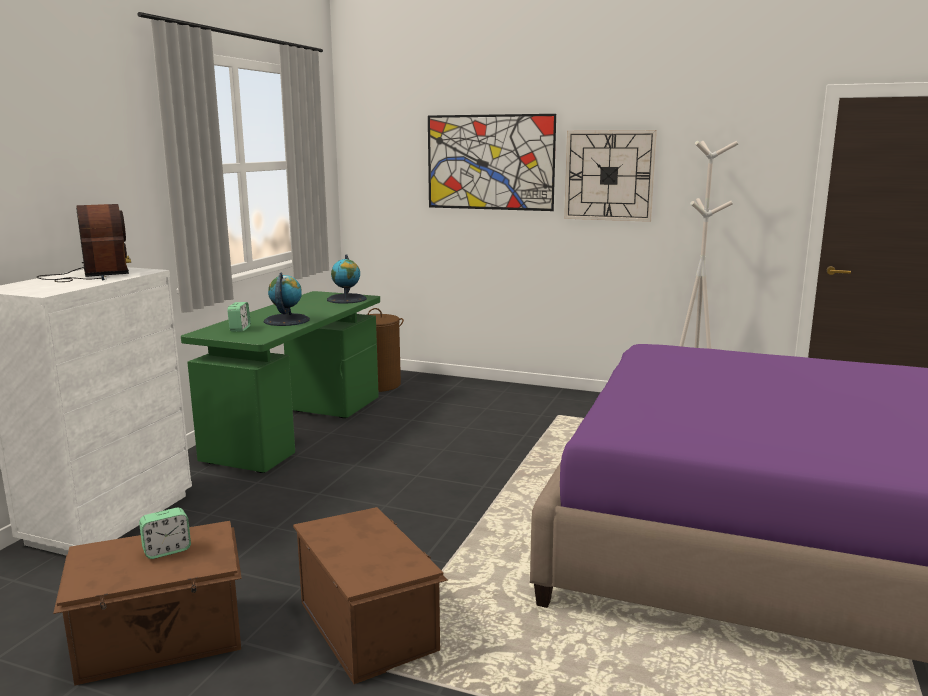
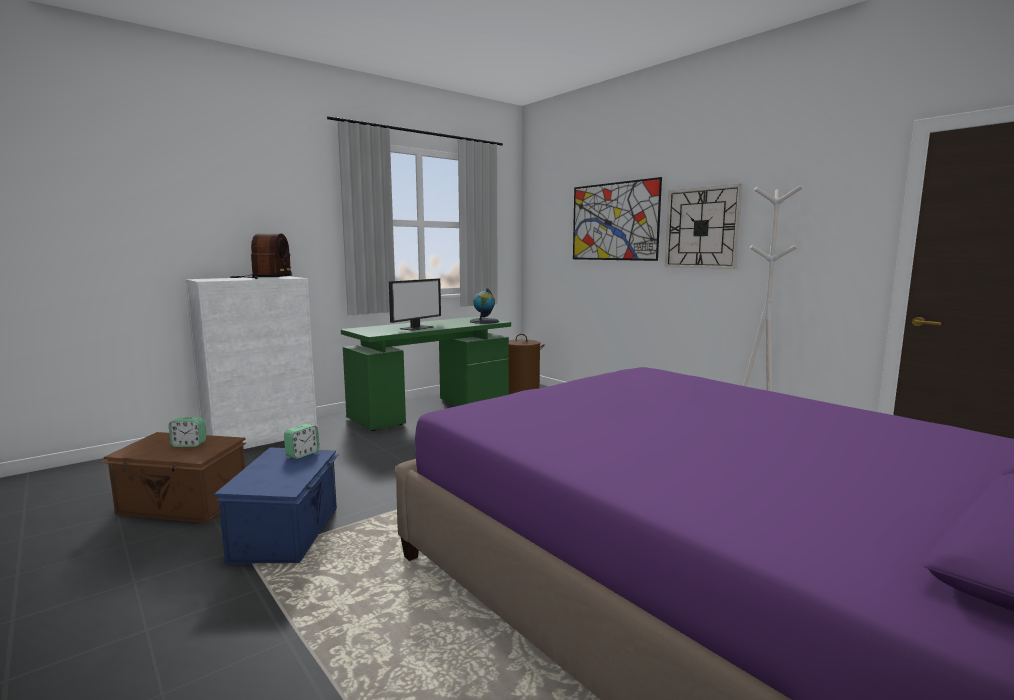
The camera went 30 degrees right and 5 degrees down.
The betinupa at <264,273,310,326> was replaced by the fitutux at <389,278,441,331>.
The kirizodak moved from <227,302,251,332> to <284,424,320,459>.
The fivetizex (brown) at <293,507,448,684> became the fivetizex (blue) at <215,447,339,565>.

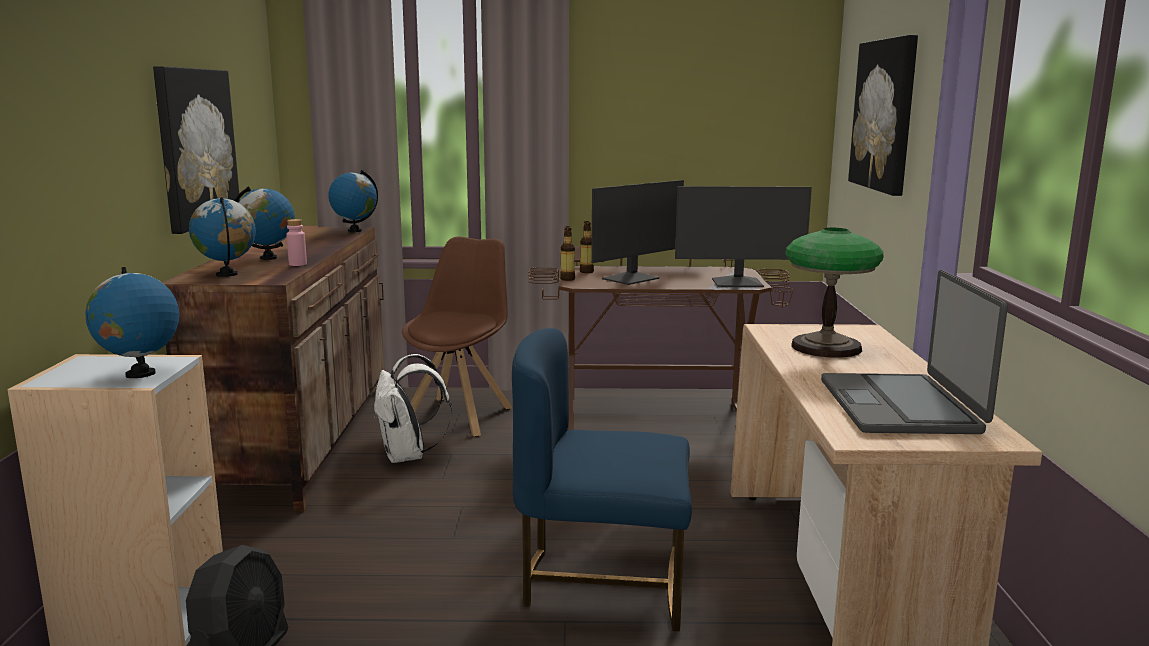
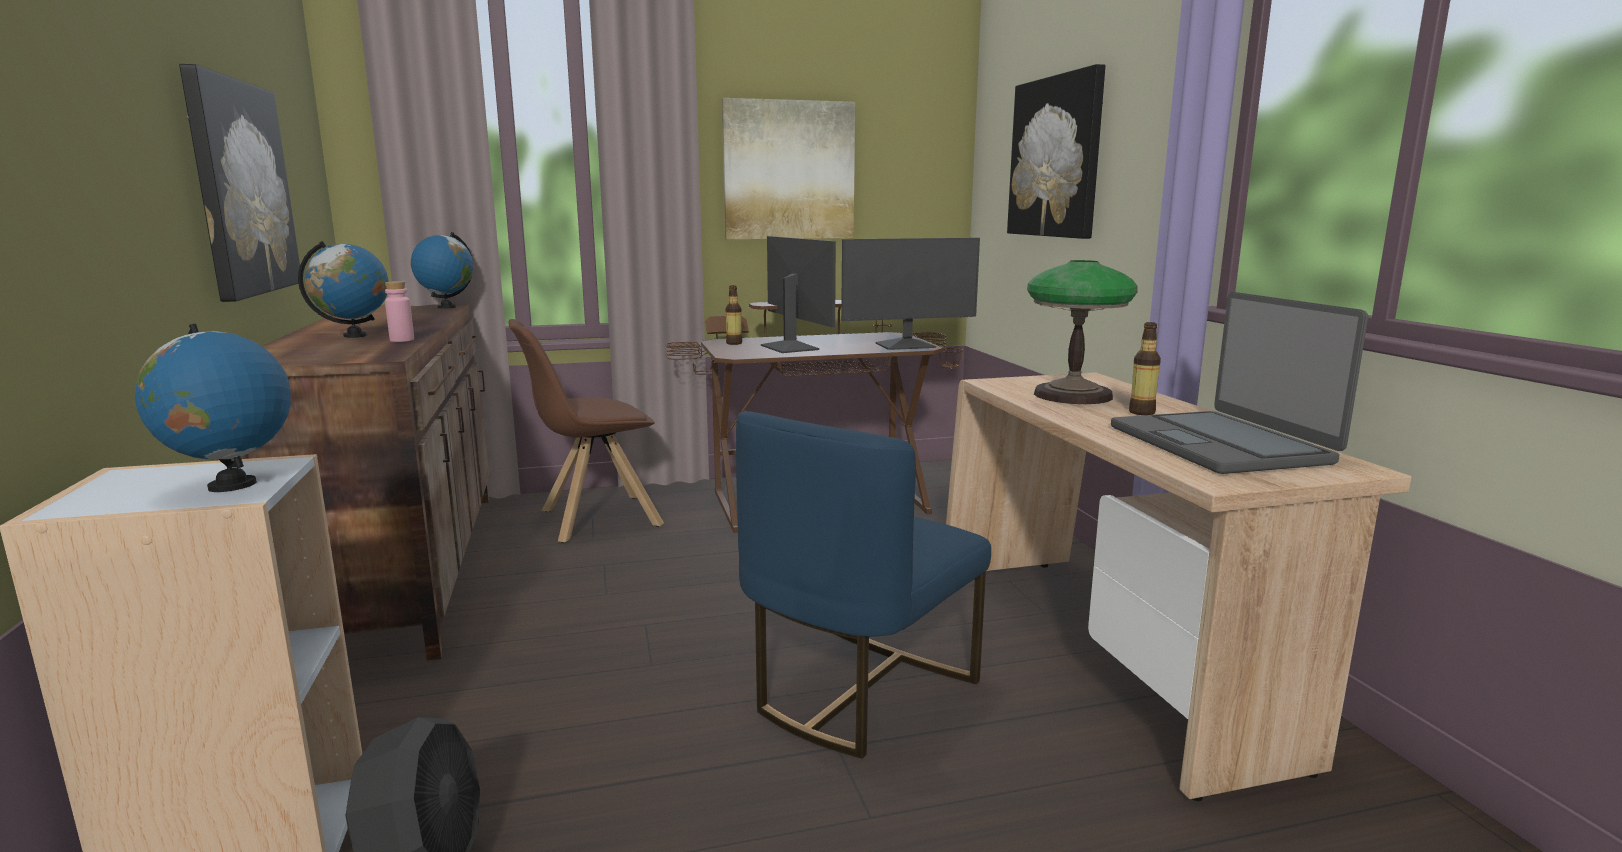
The camera went 15 degrees left and 0 degrees up.
The fitutux at <591,180,684,285> turned 60 degrees counterclockwise.
The betinupa at <189,197,256,277> disappeared.
The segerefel moved from <560,226,575,281> to <1129,322,1161,415>.
The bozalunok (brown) at <402,237,512,437> turned 120 degrees counterclockwise.
The bozalunok (blue) at <512,328,692,631> turned 45 degrees counterclockwise.
The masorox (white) at <374,354,452,463> disappeared.
The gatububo at <722,98,855,239> appeared.

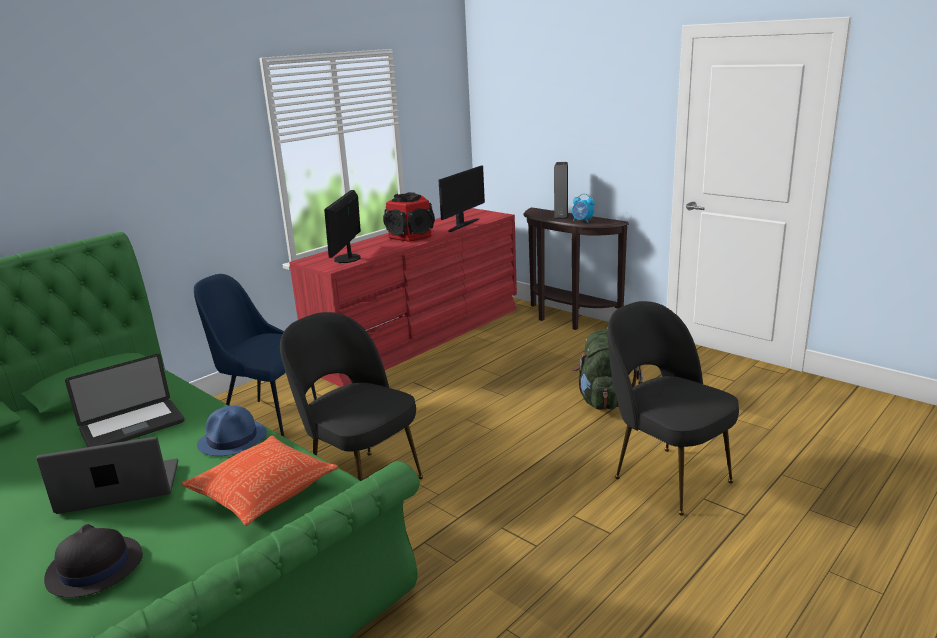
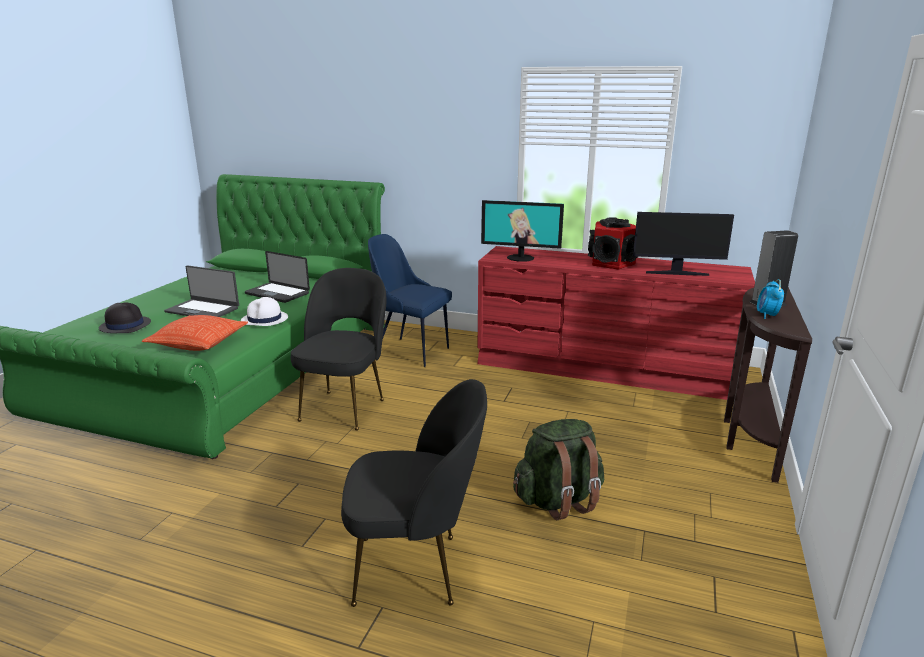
The camera went 65 degrees right and 0 degrees up.
The fitutux at <324,190,361,263> turned 150 degrees counterclockwise.
The bozalunok (blue) at <194,274,317,437> turned 60 degrees counterclockwise.
The bozalunok (black) at <607,301,739,516> turned 60 degrees clockwise.
The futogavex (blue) at <197,406,267,456> became the futogavex (white) at <241,297,288,326>.
The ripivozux at <36,437,178,514> turned 150 degrees clockwise.

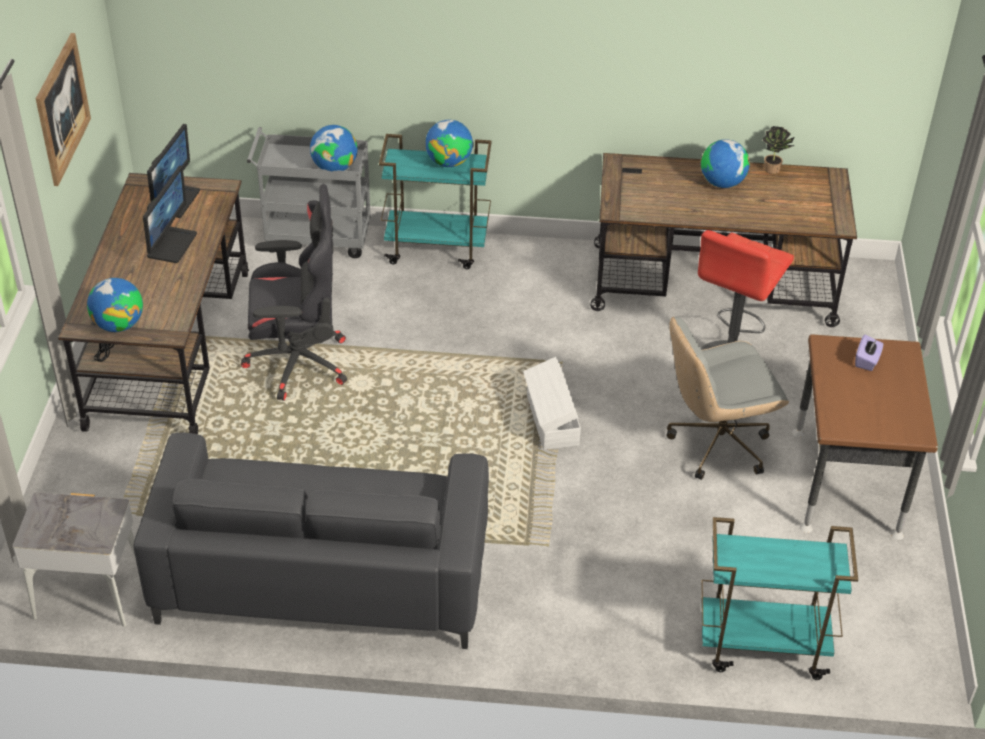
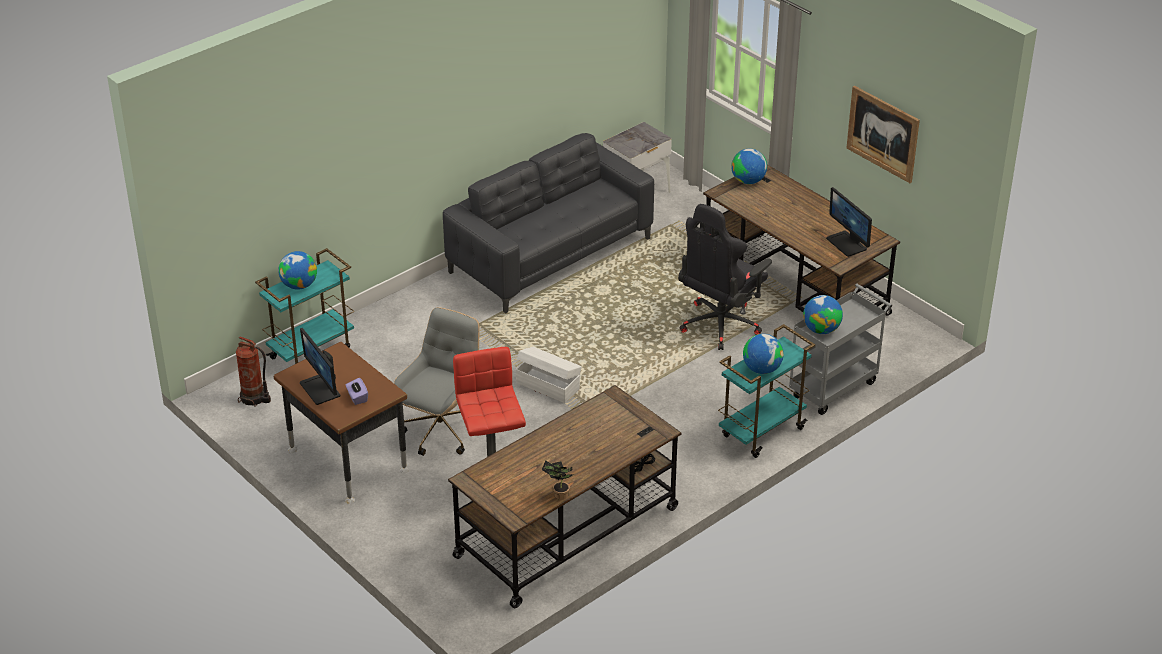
The camera went 135 degrees right and 5 degrees down.
The betinupa moved from <701,139,750,188> to <278,251,317,290>.
The fitutux moved from <143,165,197,263> to <300,328,340,405>.
The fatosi at <235,337,271,407> appeared.

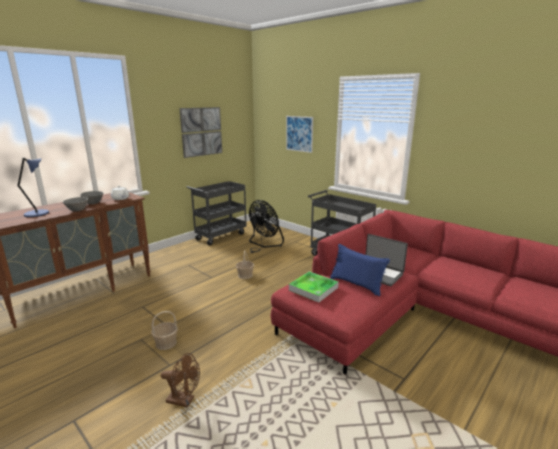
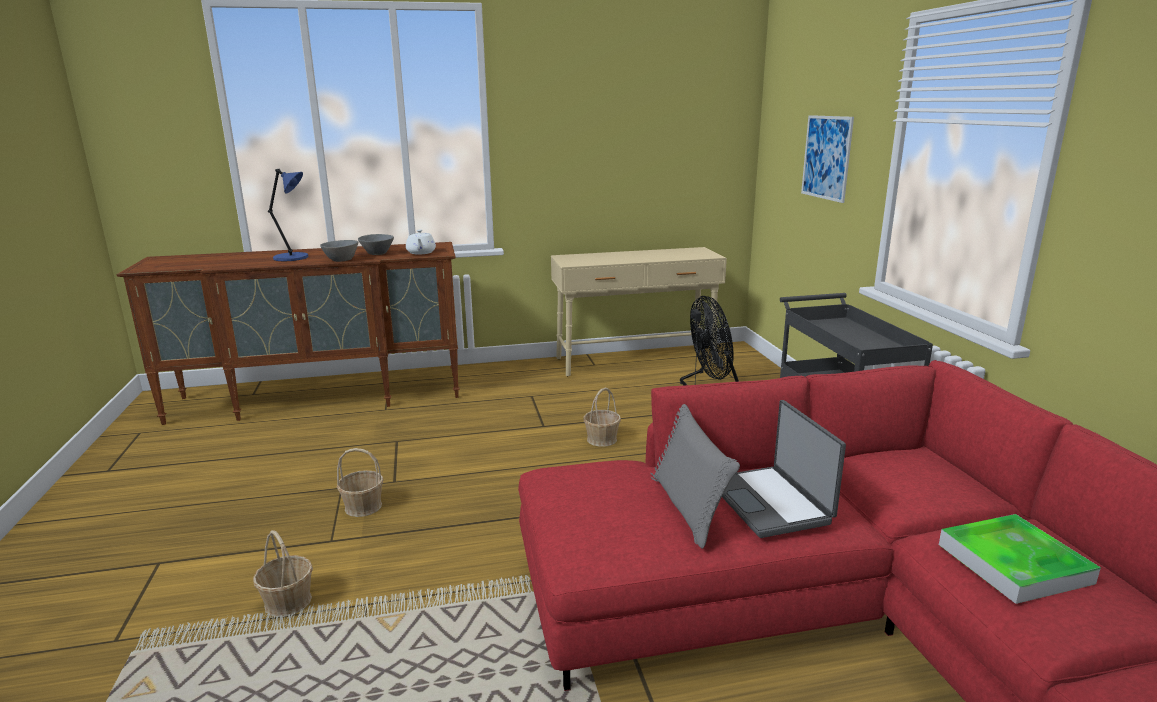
The camera went 35 degrees right and 0 degrees up.
The gatububo at <179,107,222,158> disappeared.
The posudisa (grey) at <186,181,247,245> was replaced by the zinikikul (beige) at <551,247,727,376>.
The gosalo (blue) at <330,244,390,296> became the gosalo (grey) at <650,404,740,549>.
The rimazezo moved from <289,271,339,302> to <939,514,1101,604>.
The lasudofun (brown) at <161,353,200,408> was replaced by the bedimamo at <253,530,313,617>.

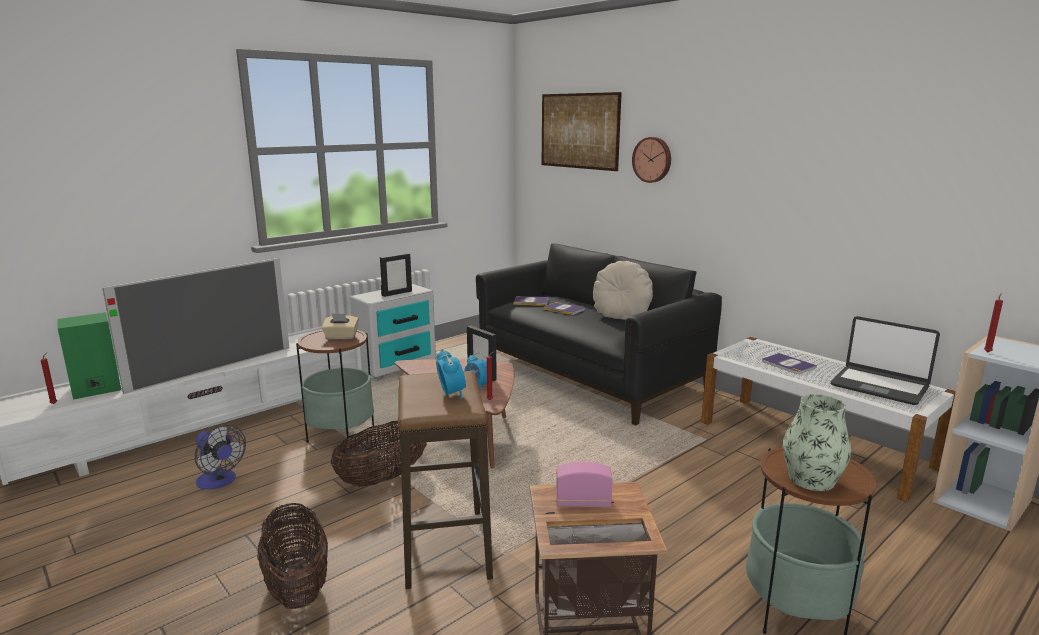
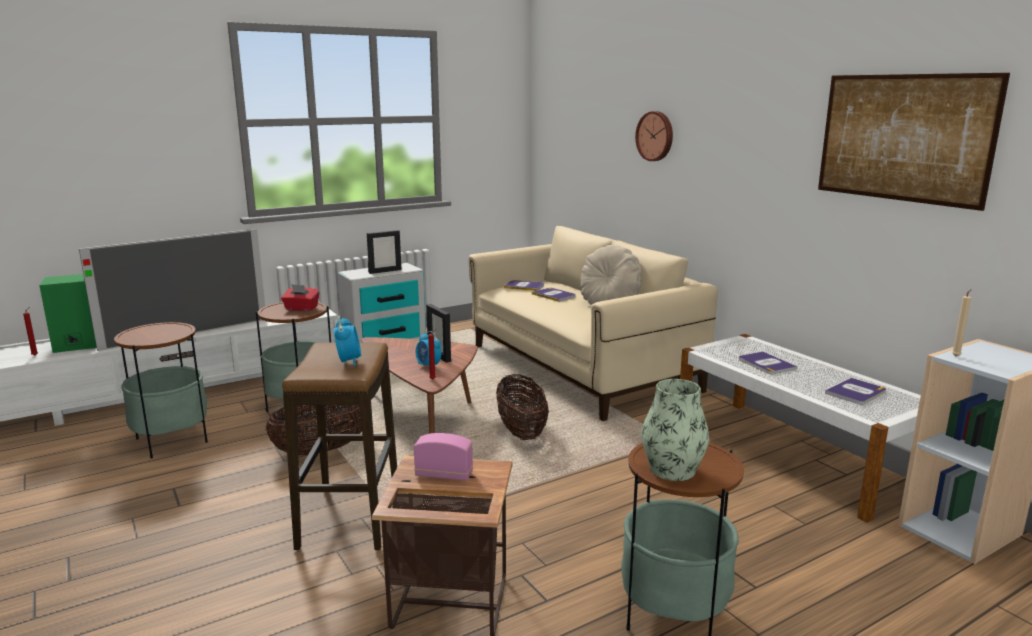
The camera went 10 degrees right and 0 degrees up.
The gatububo moved from <542,92,622,171> to <818,73,1010,211>.
The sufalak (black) at <476,243,722,426> became the sufalak (beige) at <468,226,718,421>.
The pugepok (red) at <984,293,1003,353> became the pugepok (beige) at <952,289,972,357>.
The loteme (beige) at <322,313,359,339> became the loteme (red) at <281,284,320,311>.
The ripivozux at <830,316,940,405> was replaced by the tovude at <825,378,886,405>.
The lasudofun at <195,425,246,490> was replaced by the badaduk at <114,321,208,458>.
The bedimamo moved from <257,503,328,609> to <496,374,549,440>.

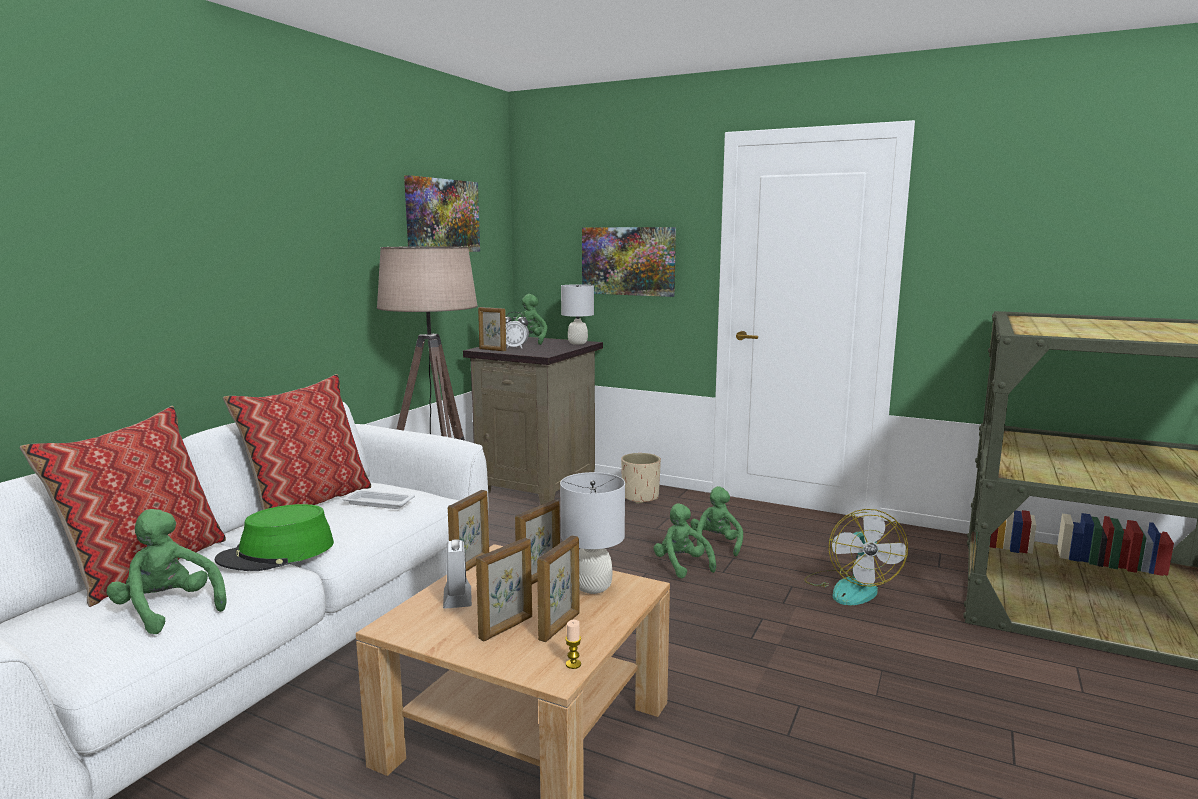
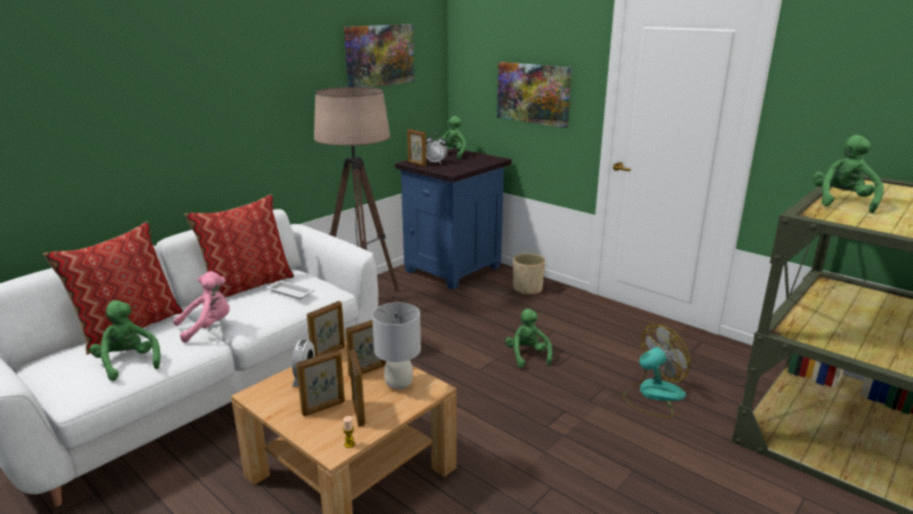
The camera went 15 degrees right and 10 degrees up.
The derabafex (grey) at <561,284,594,345> disappeared.
The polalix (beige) at <463,337,603,505> became the polalix (blue) at <395,148,512,290>.
The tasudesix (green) moved from <690,486,743,556> to <813,135,884,213>.
The futogavex (green) at <215,504,334,571> was replaced by the tasudesix (pink) at <173,271,230,343>.
The lasudofun at <804,509,908,605> turned 135 degrees counterclockwise.
The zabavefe at <537,536,579,642> turned 60 degrees counterclockwise.

